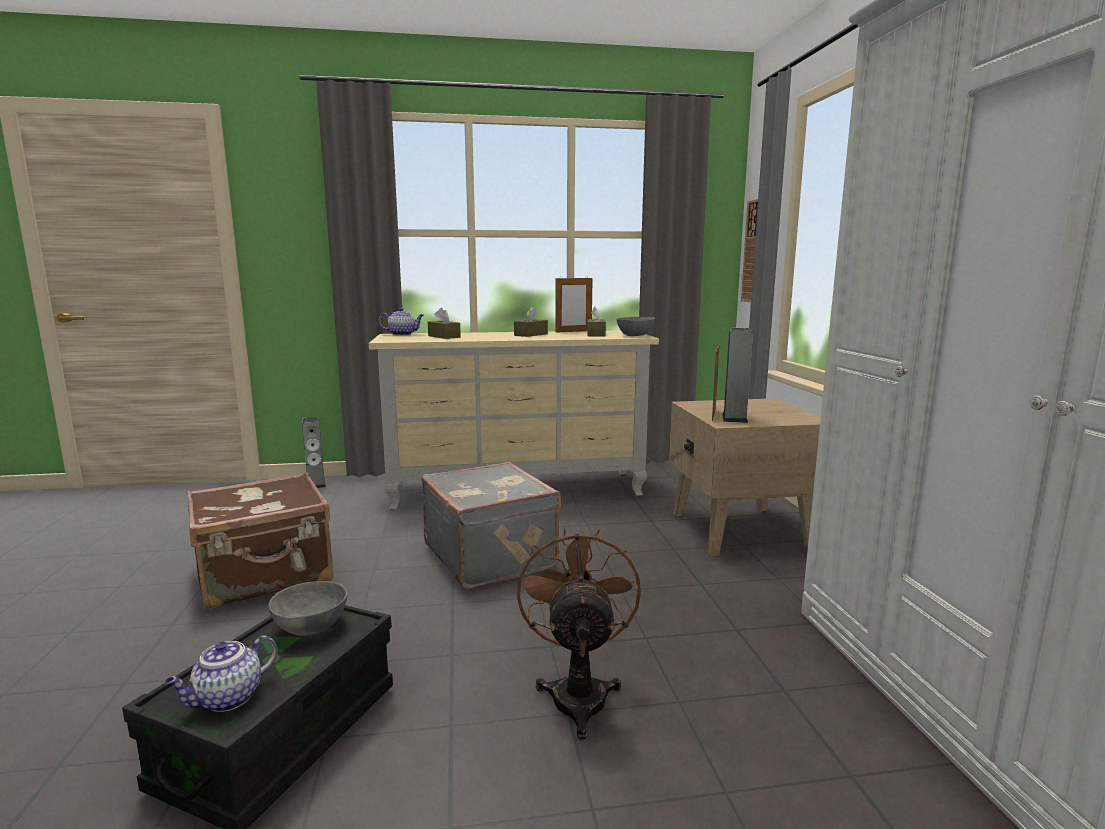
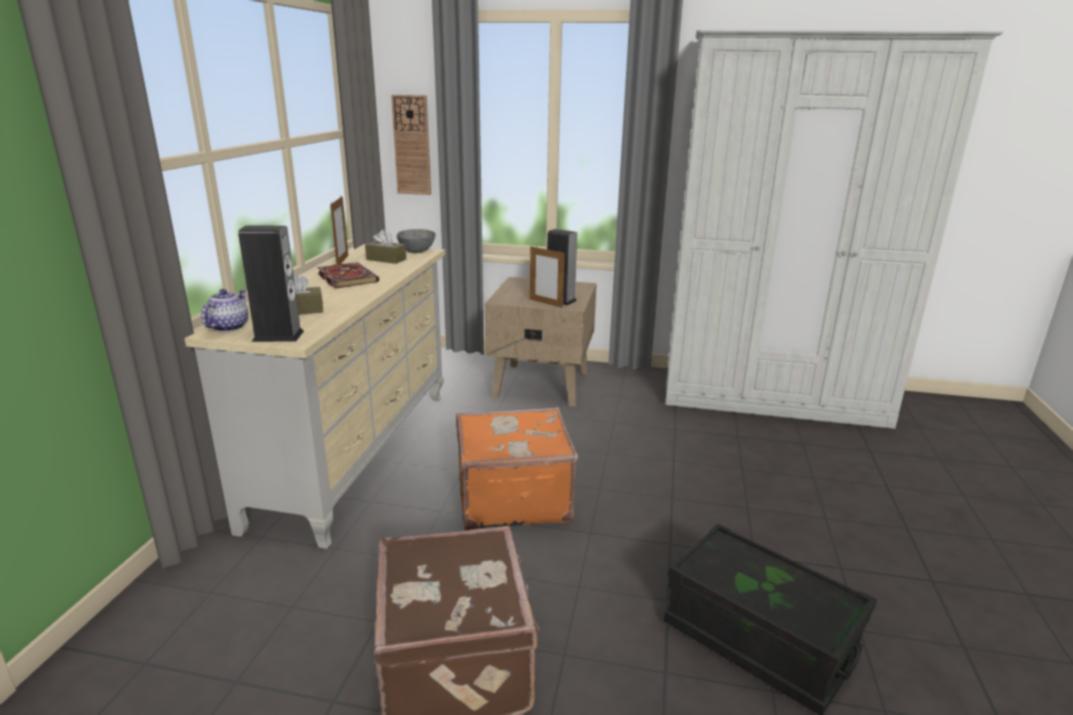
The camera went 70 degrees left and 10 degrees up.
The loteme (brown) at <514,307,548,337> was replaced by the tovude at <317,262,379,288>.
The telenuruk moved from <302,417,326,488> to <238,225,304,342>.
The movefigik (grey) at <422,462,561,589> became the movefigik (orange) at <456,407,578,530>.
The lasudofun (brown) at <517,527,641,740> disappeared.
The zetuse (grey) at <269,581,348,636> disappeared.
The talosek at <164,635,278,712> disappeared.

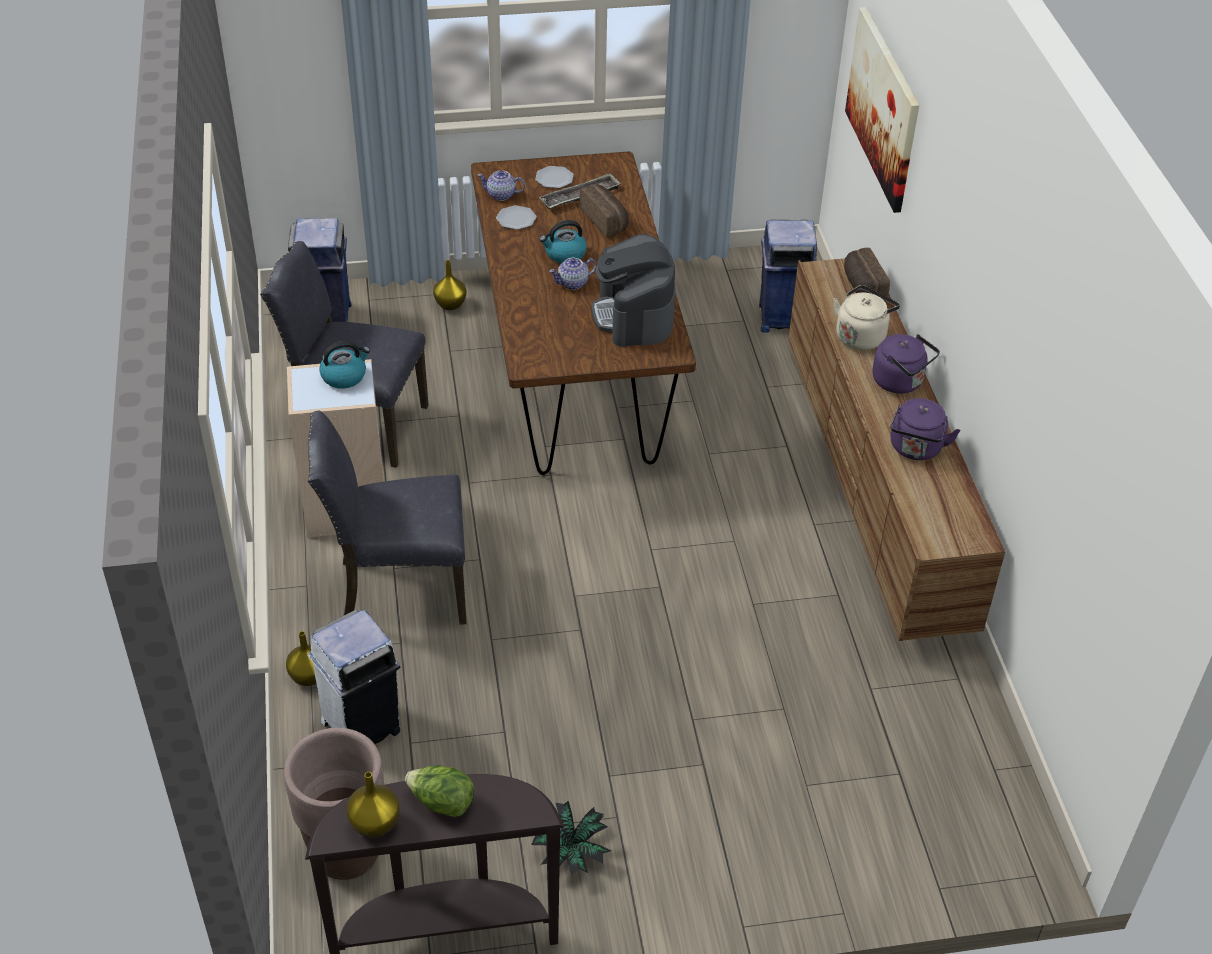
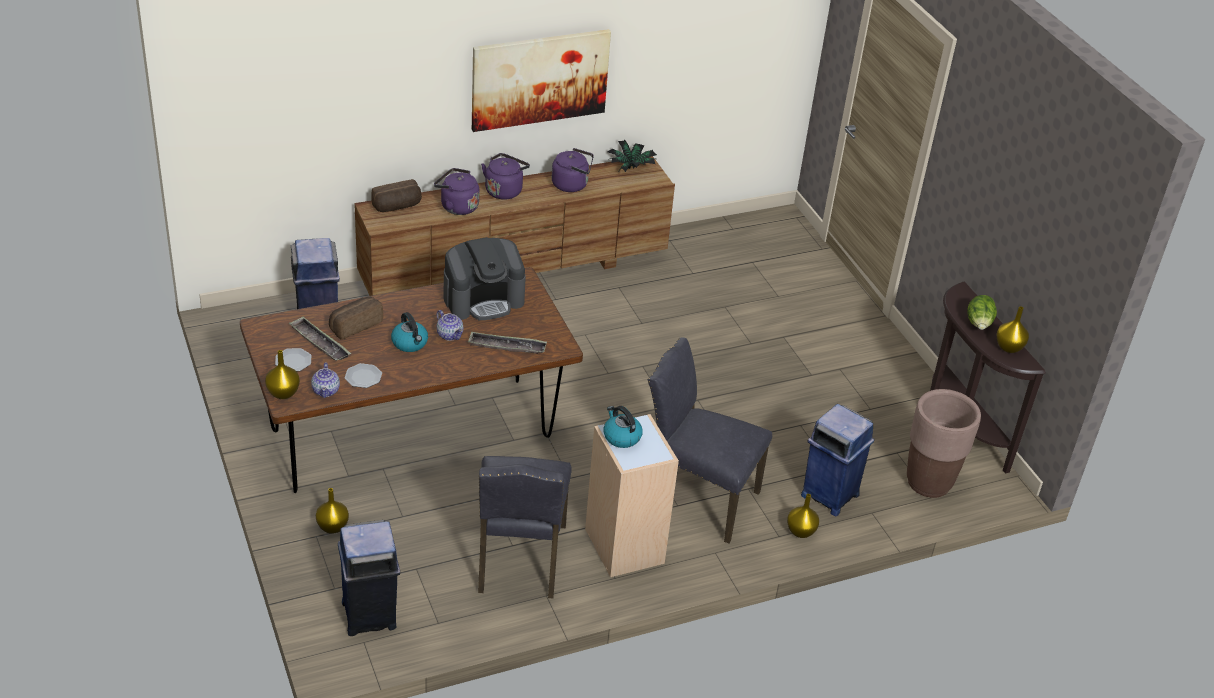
The camera went 105 degrees left and 5 degrees down.
The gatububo moved from <845,7,919,213> to <472,29,611,132>.
The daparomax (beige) at <833,285,900,350> became the daparomax (purple) at <434,168,479,215>.
The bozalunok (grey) at <308,411,467,625> turned 135 degrees clockwise.
The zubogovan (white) at <308,610,401,744> became the zubogovan (blue) at <801,404,874,516>.
The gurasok moved from <531,801,611,876> to <608,139,657,172>.
The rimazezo at <468,331,547,354> appeared.
The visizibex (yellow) at <265,350,300,399> appeared.

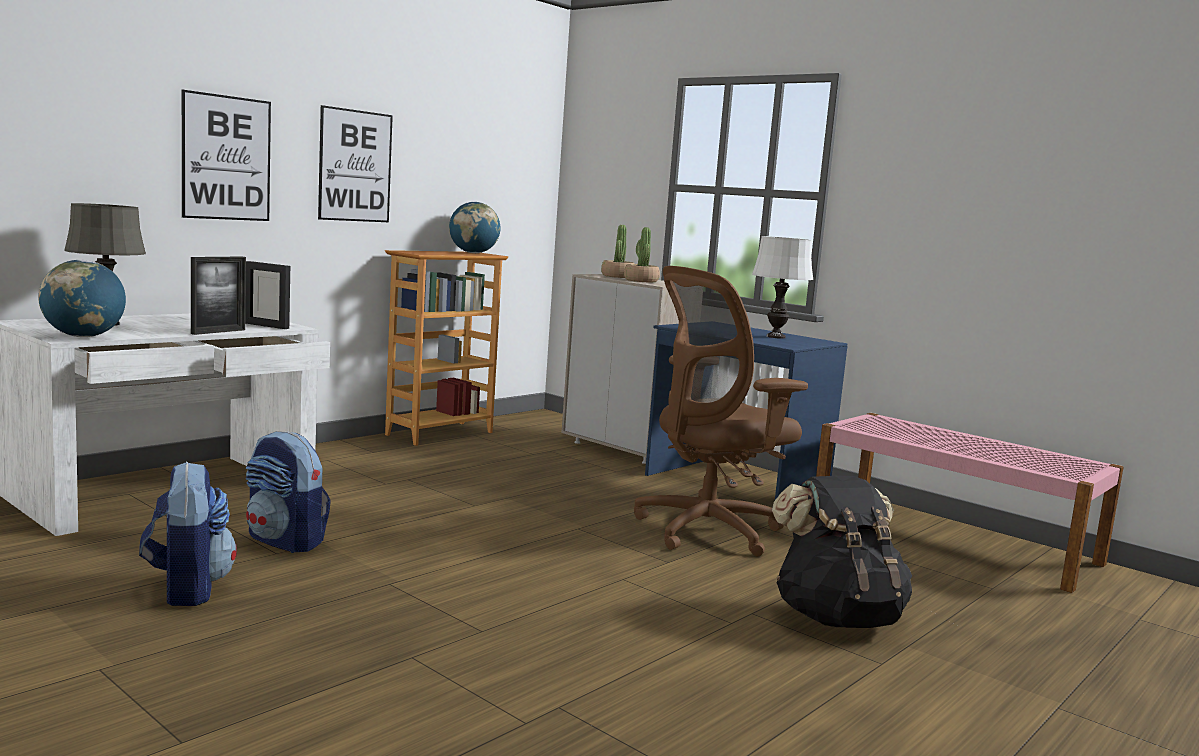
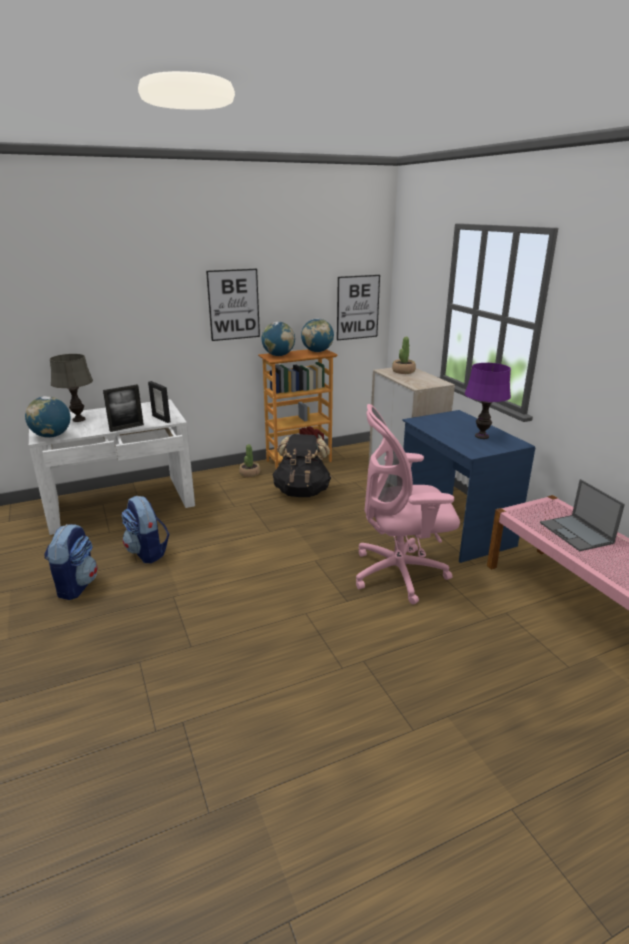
The camera went 25 degrees right and 15 degrees up.
The gatububo moved from <182,90,271,221> to <337,275,380,340>.
The gurasok moved from <624,227,660,282> to <239,444,261,477>.
The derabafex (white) at <752,236,813,339> became the derabafex (purple) at <465,363,511,439>.
The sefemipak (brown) at <634,266,808,556> became the sefemipak (pink) at <356,404,460,605>.
The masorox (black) moved from <772,476,912,628> to <272,434,331,497>.
The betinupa at <262,322,295,356> appeared.
The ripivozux at <540,479,625,551> appeared.

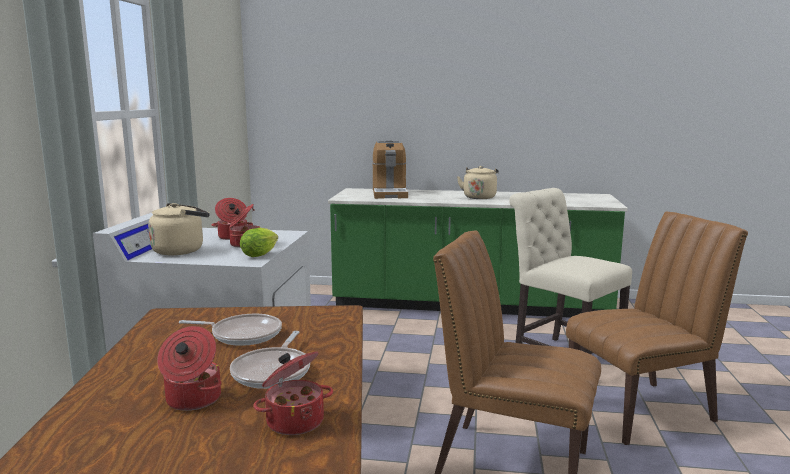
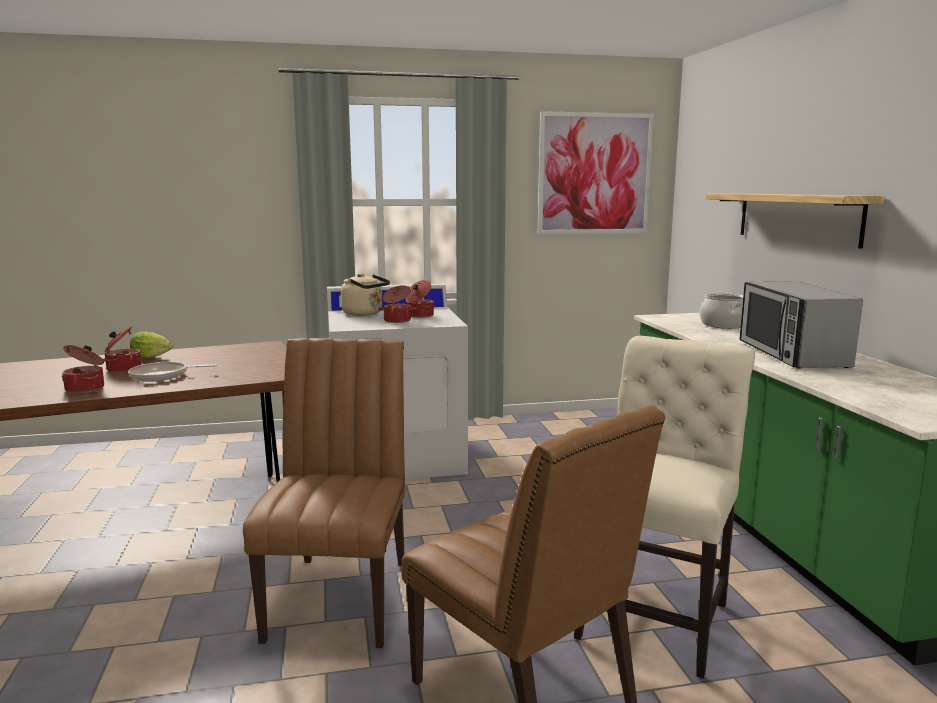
The camera went 70 degrees right and 0 degrees up.
The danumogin at <372,140,408,199> was replaced by the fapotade at <700,293,743,329>.
The daparomax (beige) at <457,166,499,199> was replaced by the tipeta at <739,282,863,369>.
The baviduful moved from <240,228,278,257> to <130,332,173,358>.
The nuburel at <179,314,282,346> disappeared.
The gatububo at <537,111,654,234> appeared.
The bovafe at <706,193,884,249> appeared.

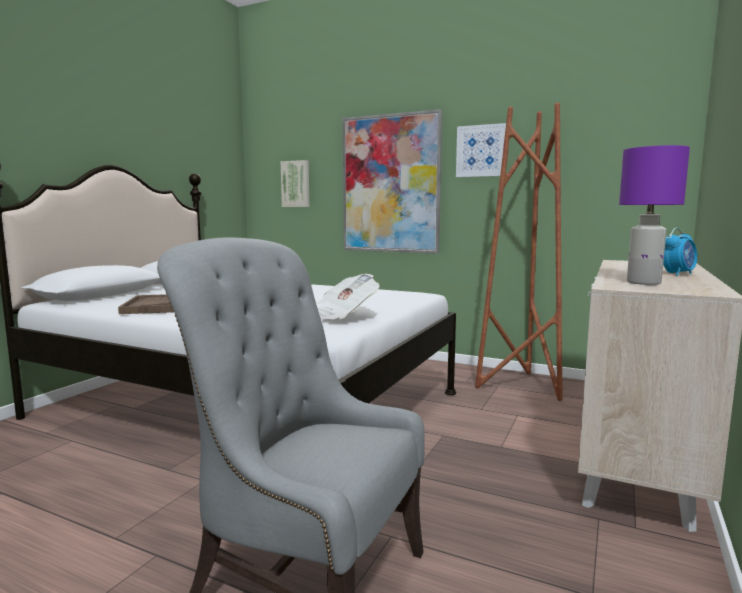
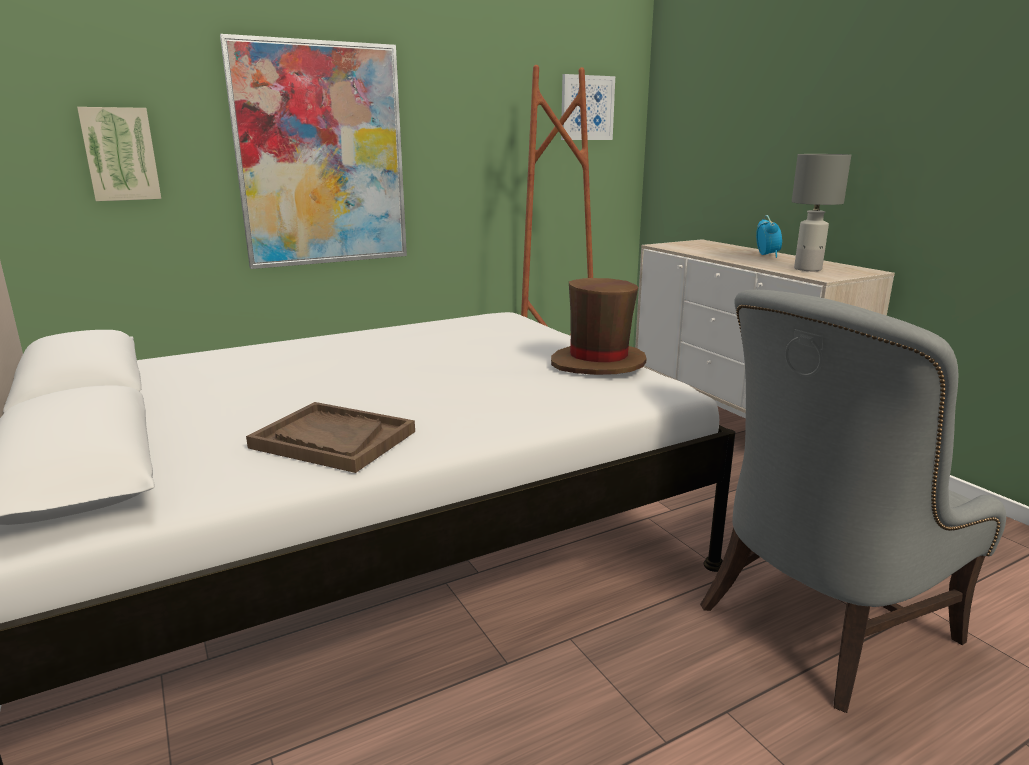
The camera went 55 degrees left and 10 degrees up.
The gatububo moved from <456,123,506,177> to <561,74,615,140>.
The derabafex (purple) at <619,145,690,285> became the derabafex (grey) at <792,154,851,271>.
The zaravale at <317,274,379,320> was replaced by the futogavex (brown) at <551,278,646,375>.

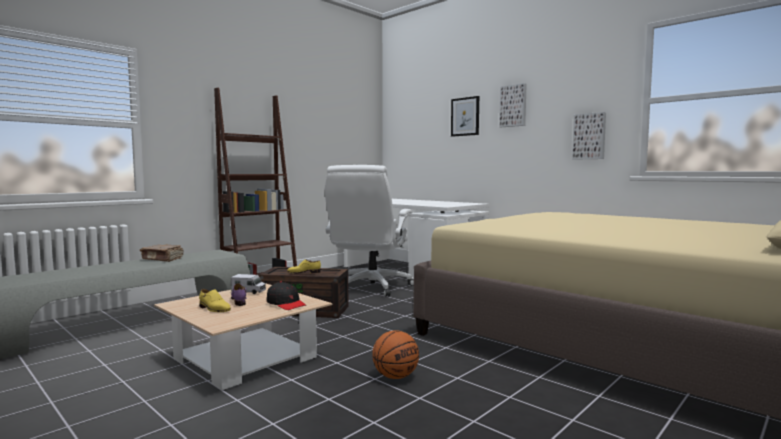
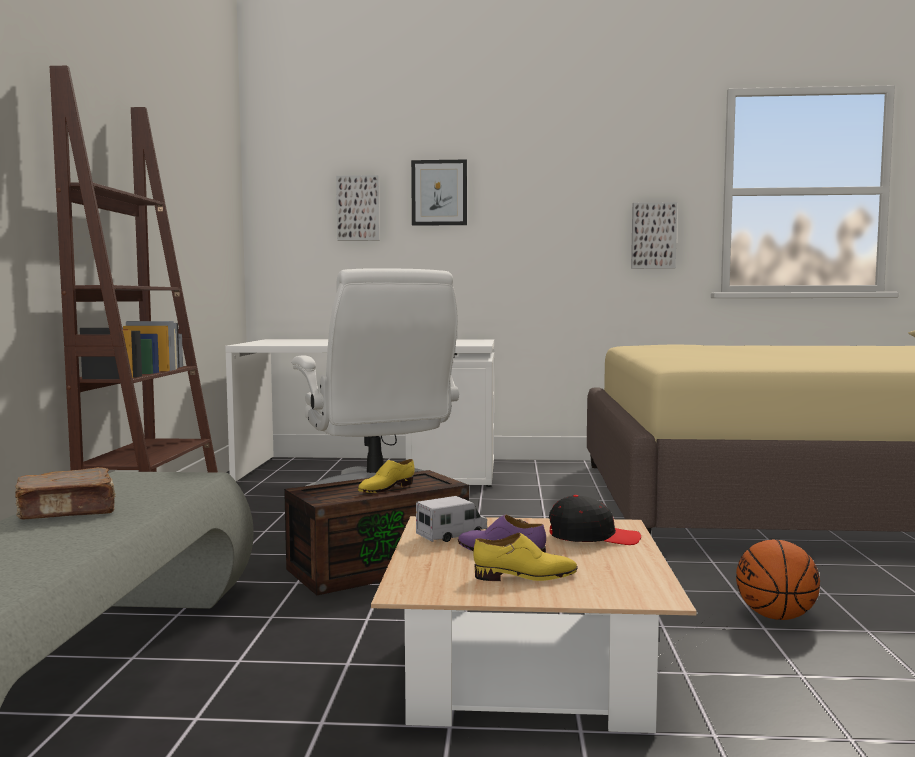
The camera went 40 degrees left and 0 degrees up.
The gatububo moved from <499,83,527,127> to <336,175,380,241>.

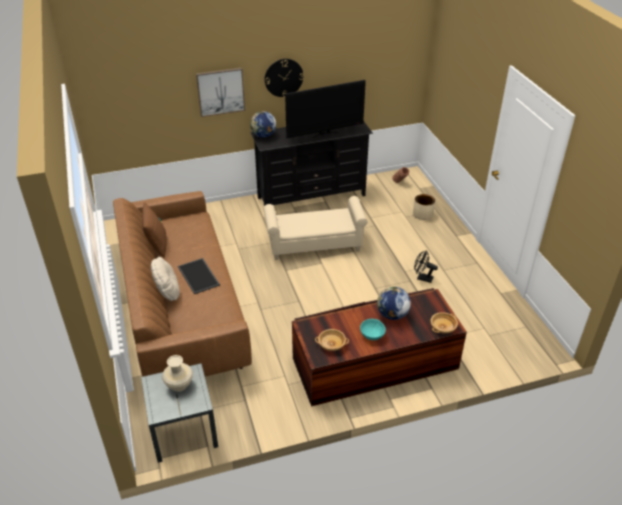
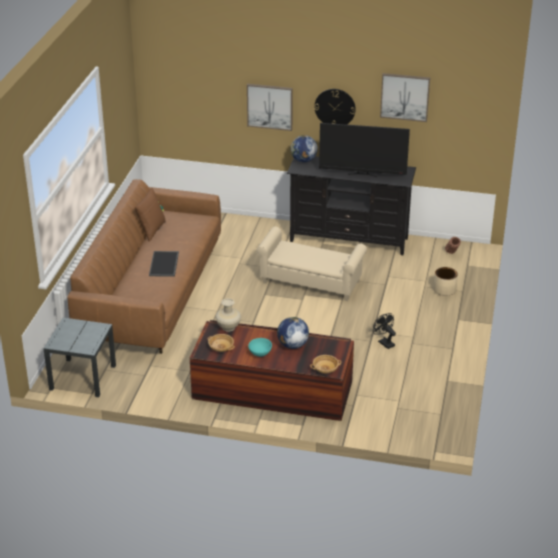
The camera went 30 degrees right and 5 degrees down.
The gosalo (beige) at <151,257,180,301> disappeared.
The visizibex (beige) moved from <162,355,193,392> to <215,298,241,332>.
The gatububo at <380,73,430,122> appeared.

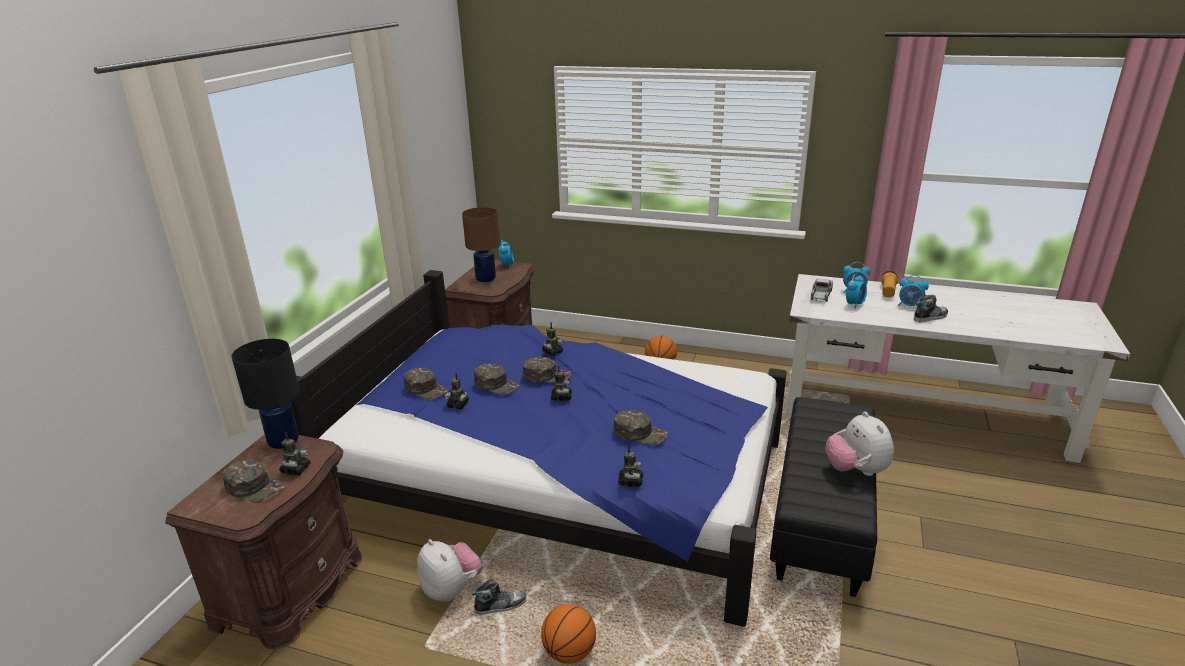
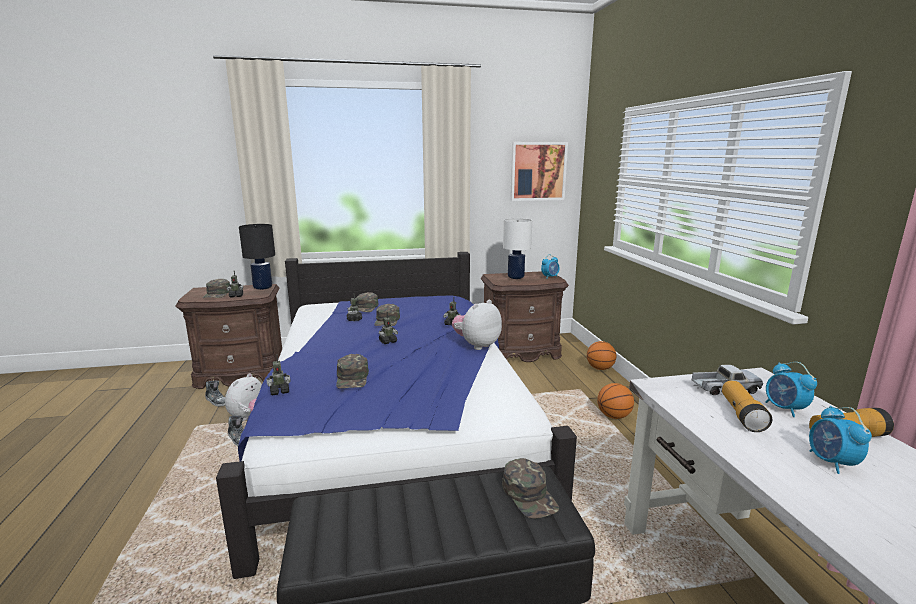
The camera went 60 degrees right and 10 degrees down.
The derabafex (brown) at <462,207,500,282> became the derabafex (white) at <503,218,532,279>.
The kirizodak at <846,274,867,309> was replaced by the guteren at <722,381,772,432>.
The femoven moved from <913,294,948,322> to <205,380,225,407>.
The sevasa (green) moved from <523,357,571,383> to <502,458,559,519>.
The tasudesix moved from <826,412,894,476> to <452,300,502,350>.
The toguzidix moved from <541,604,596,664> to <587,341,616,370>.
The gatububo at <510,142,568,201> appeared.

